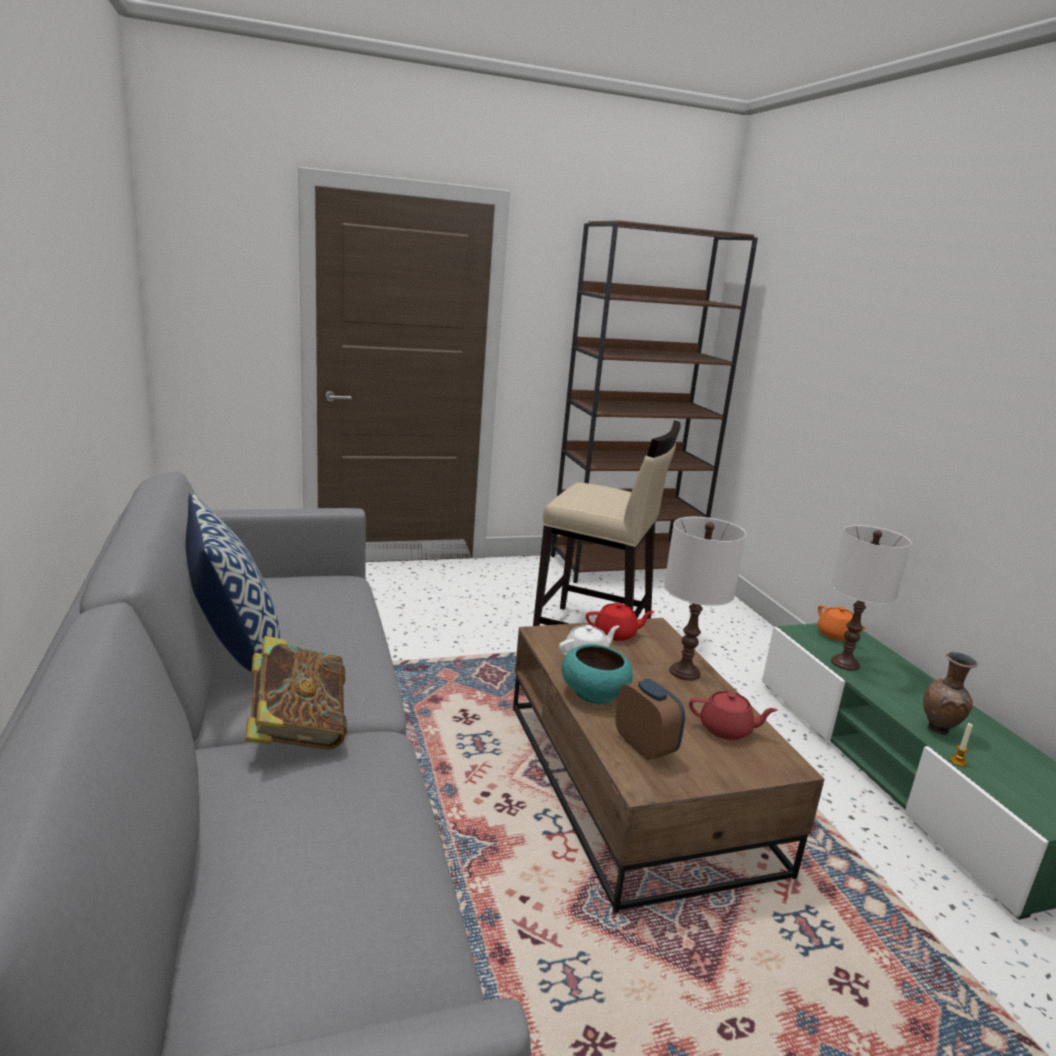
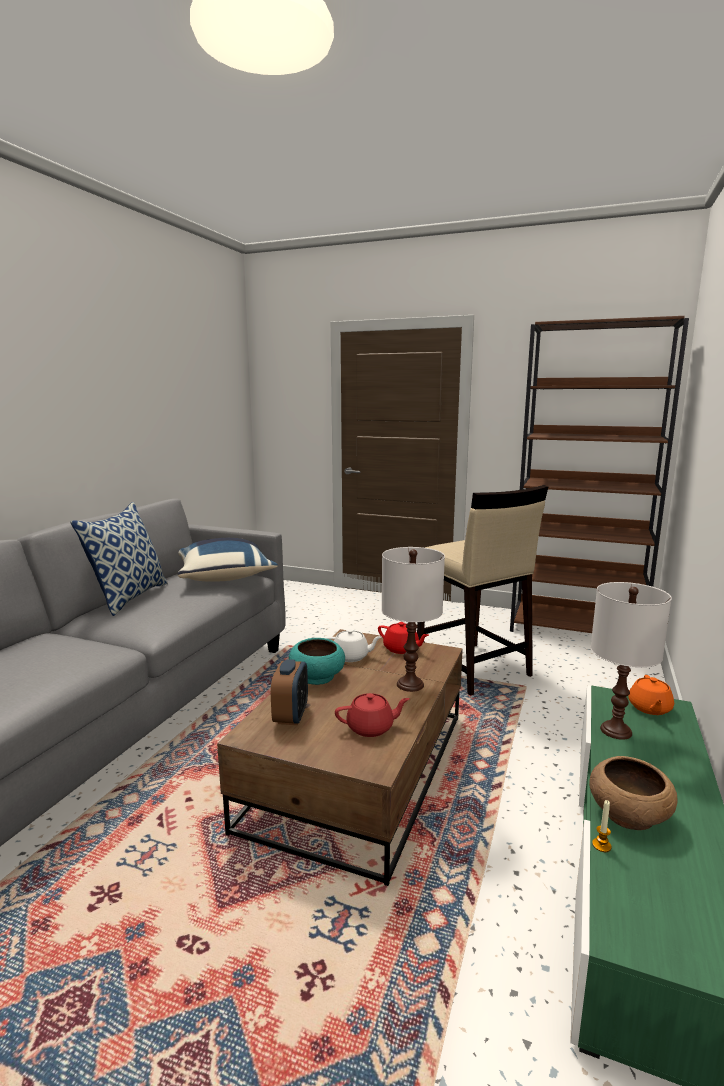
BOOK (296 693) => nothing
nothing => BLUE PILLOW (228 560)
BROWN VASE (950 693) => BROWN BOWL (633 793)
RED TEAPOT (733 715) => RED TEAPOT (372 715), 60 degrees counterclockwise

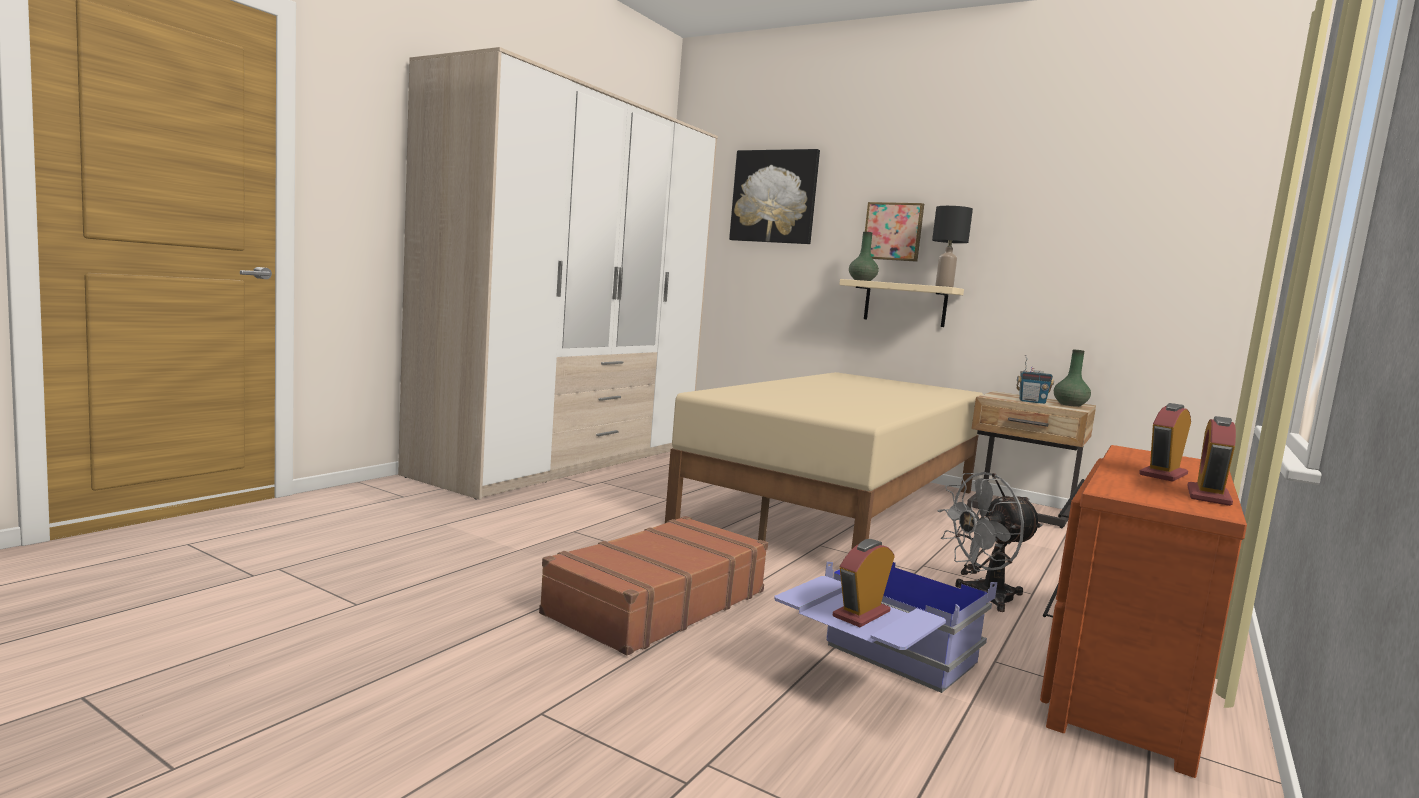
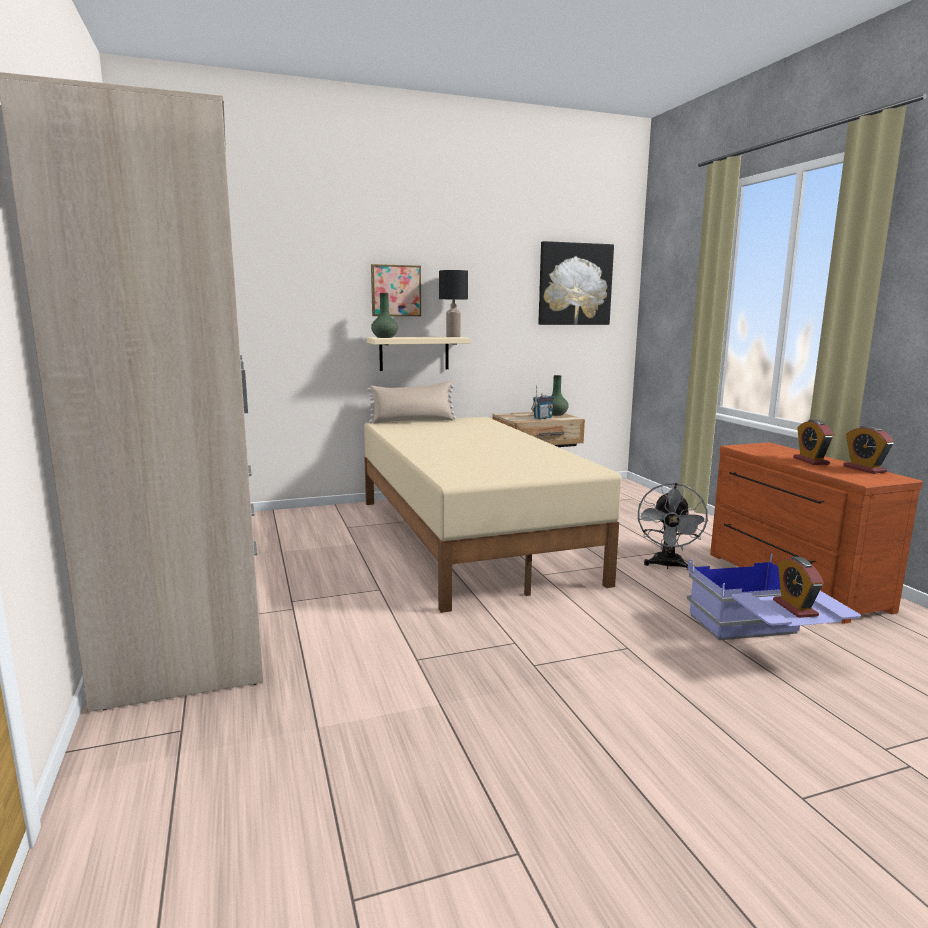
BROWN SUITCASE (653 585) => nothing
nothing => BEIGE PILLOW (411 402)
PICTURE (774 196) => PICTURE (576 283), relocated

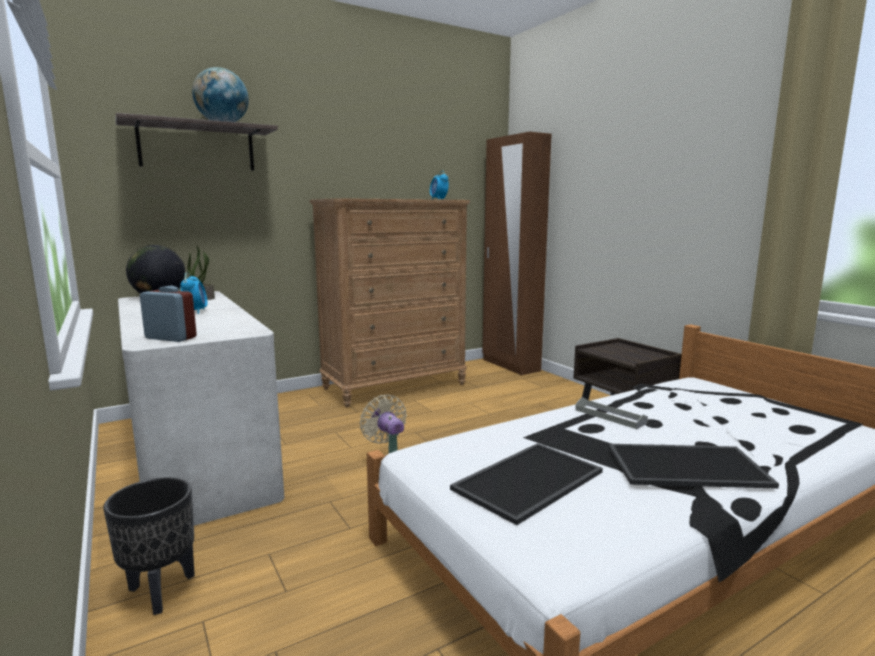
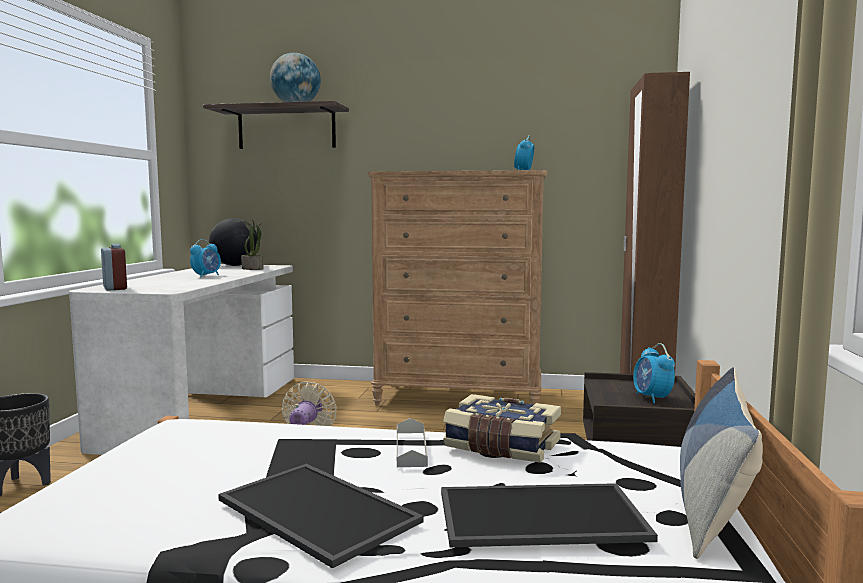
nothing => BOOK (502 428)
nothing => ALARM CLOCK (654 373)
nothing => PILLOW (721 463)
TRAY (526 484) => TRAY (549 515), relocated

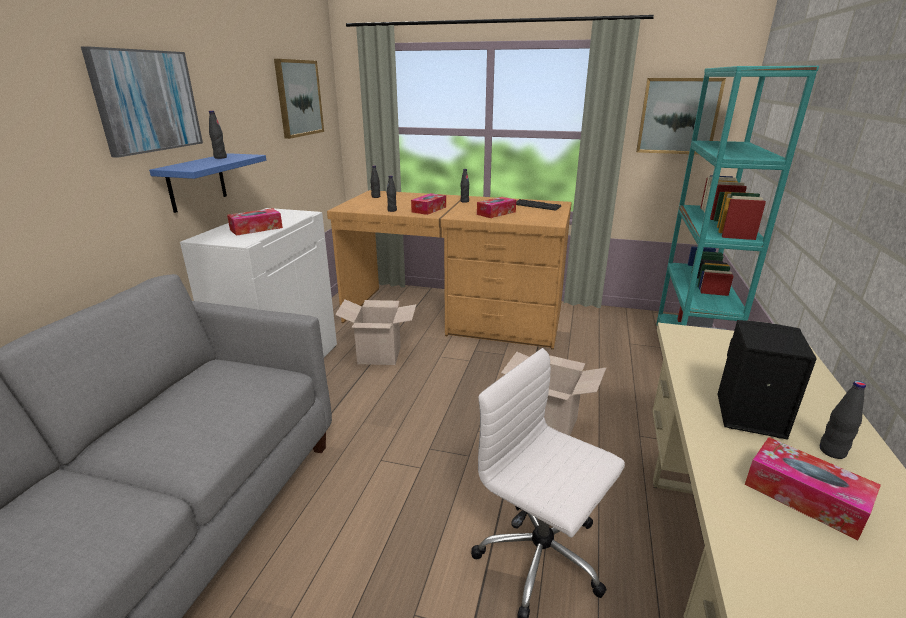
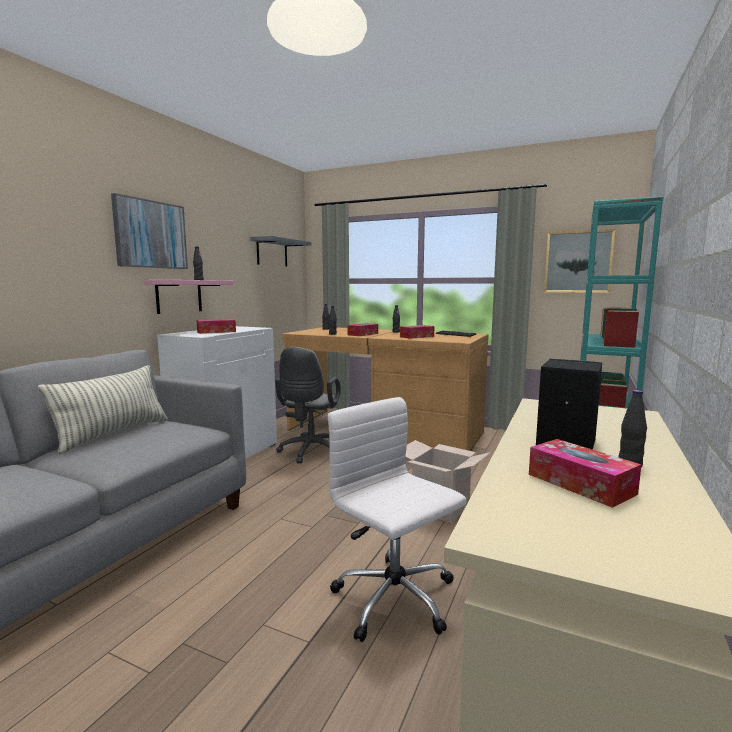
nothing => PILLOW (103 409)
PICTURE (299 99) => GREY SHELF (280 251)
CARDBOARD BOX (375 332) => GREY OFFICE CHAIR (308 405)
BLUE SHELF (207 183) => PINK SHELF (188 297)

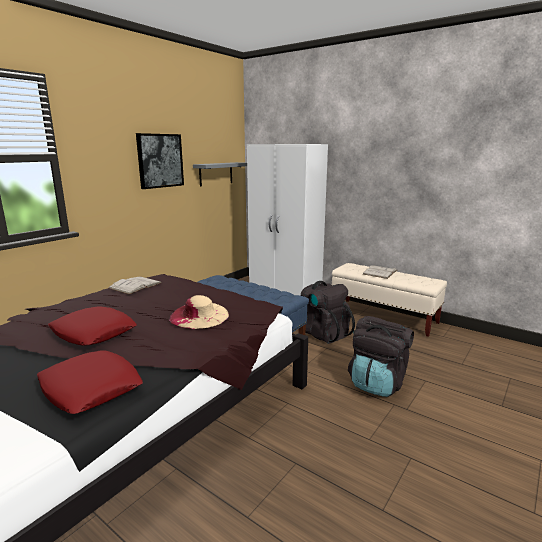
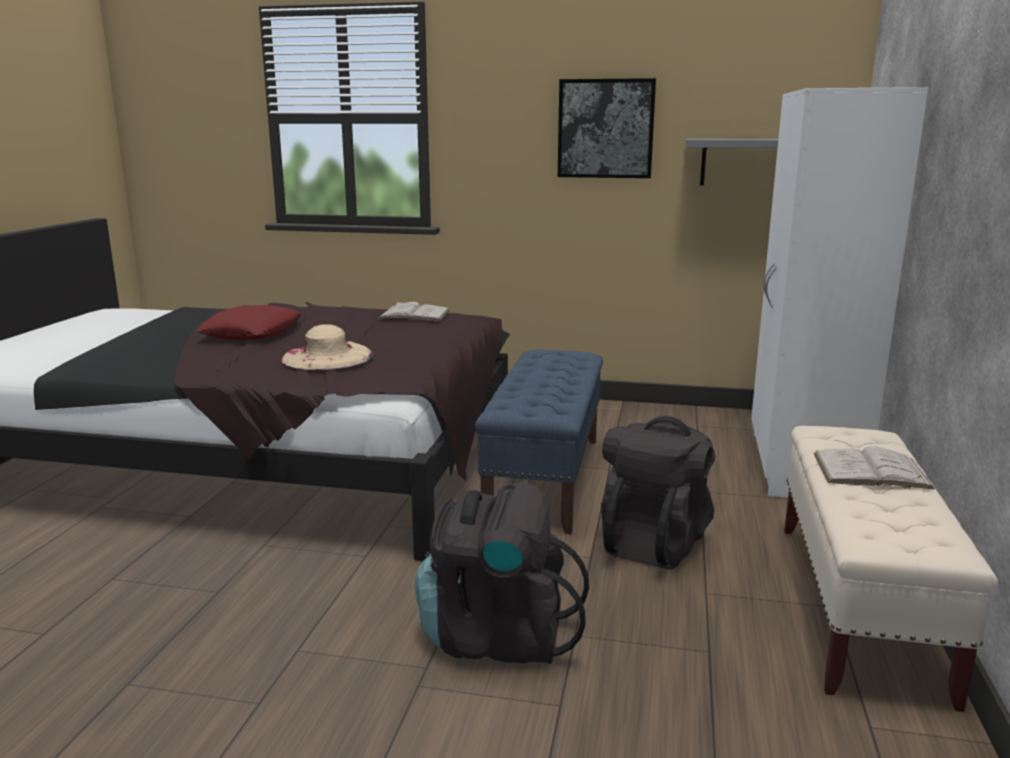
RED PILLOW (90 382) => nothing

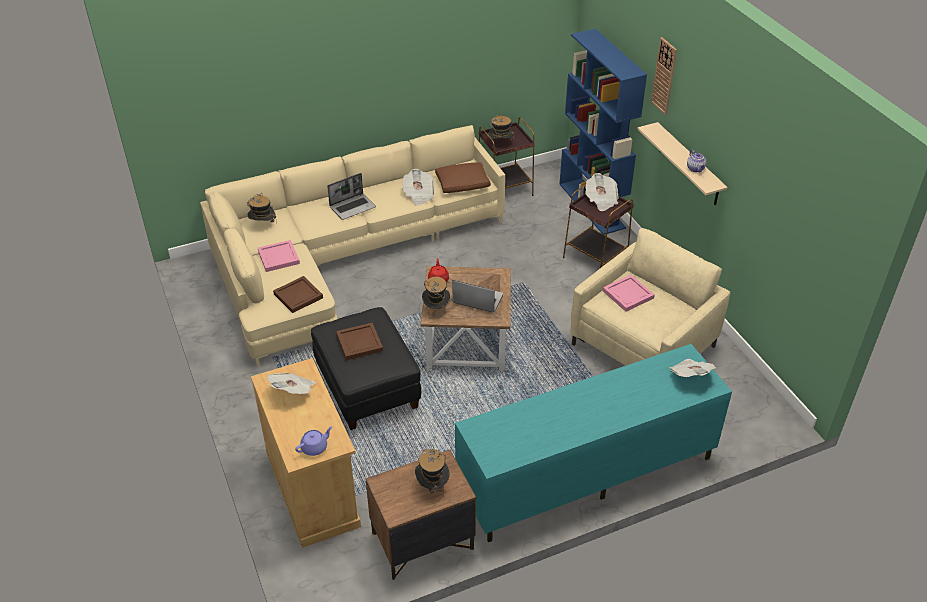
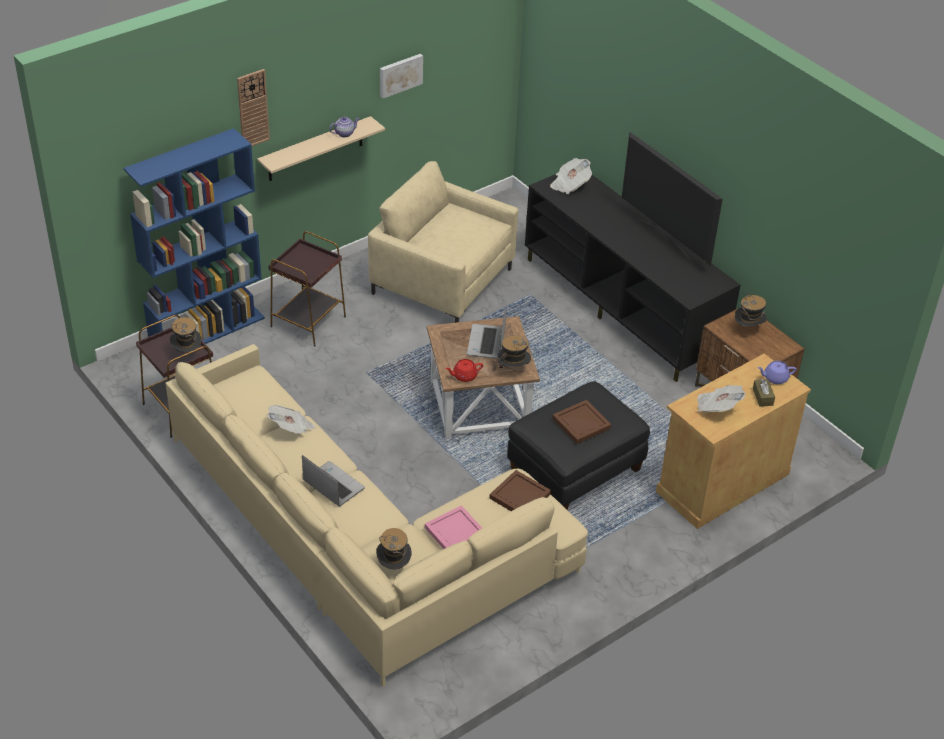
BROWN PILLOW (463 177) => nothing
NEWSPAPER (601 192) => nothing
PINK TRAY (629 293) => nothing
nothing => PICTURE (401 76)
nothing => TELEVISION (671 198)
nothing => BROWN TISSUE BOX (764 393)
TURQUOISE TV STAND (593 443) => BLACK TV STAND (632 278)
PURPLE TEAPOT (313 441) => PURPLE TEAPOT (777 372), 45 degrees counterclockwise

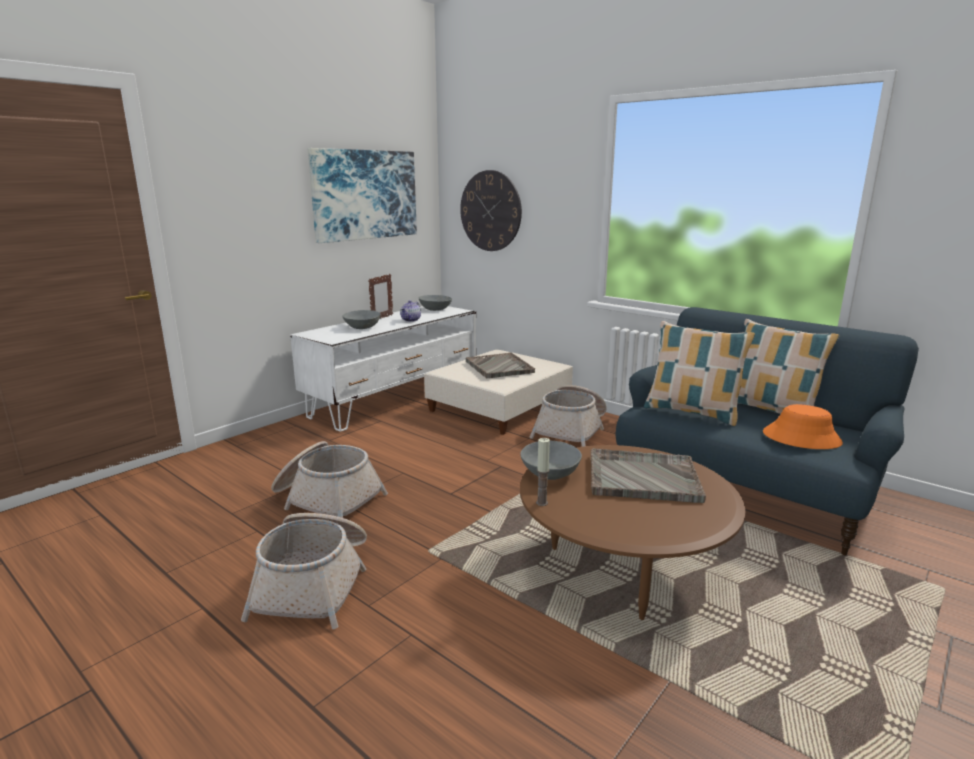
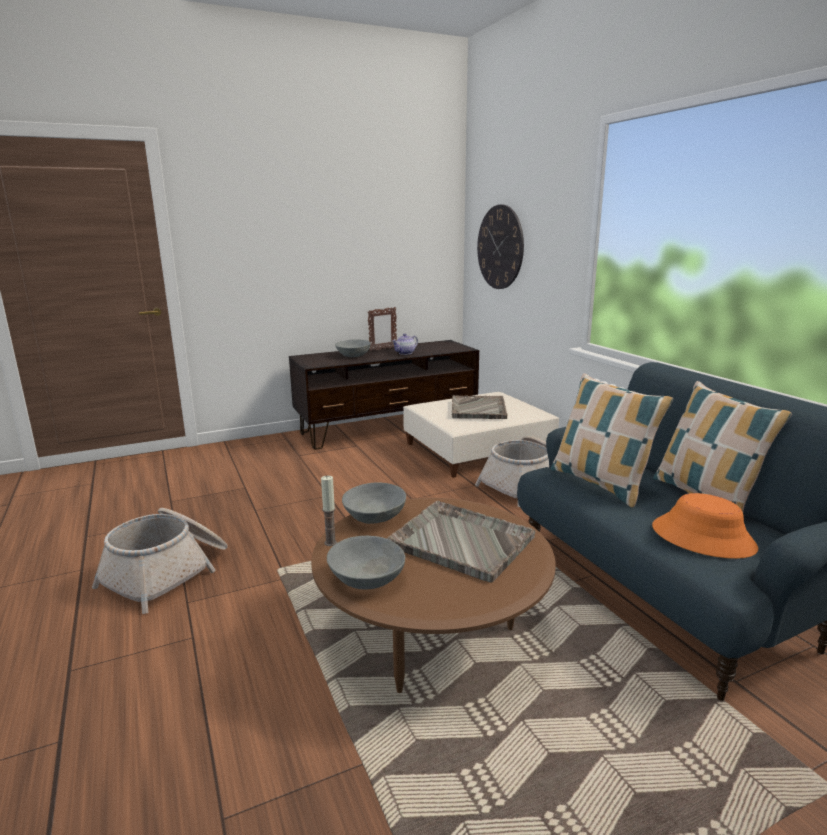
BASKET (329 479) => nothing
PICTURE (362 195) => nothing
GREY BOWL (435 303) => GREY BOWL (366 562), relocated
WHITE TV STAND (383 369) => BROWN TV STAND (384 395)

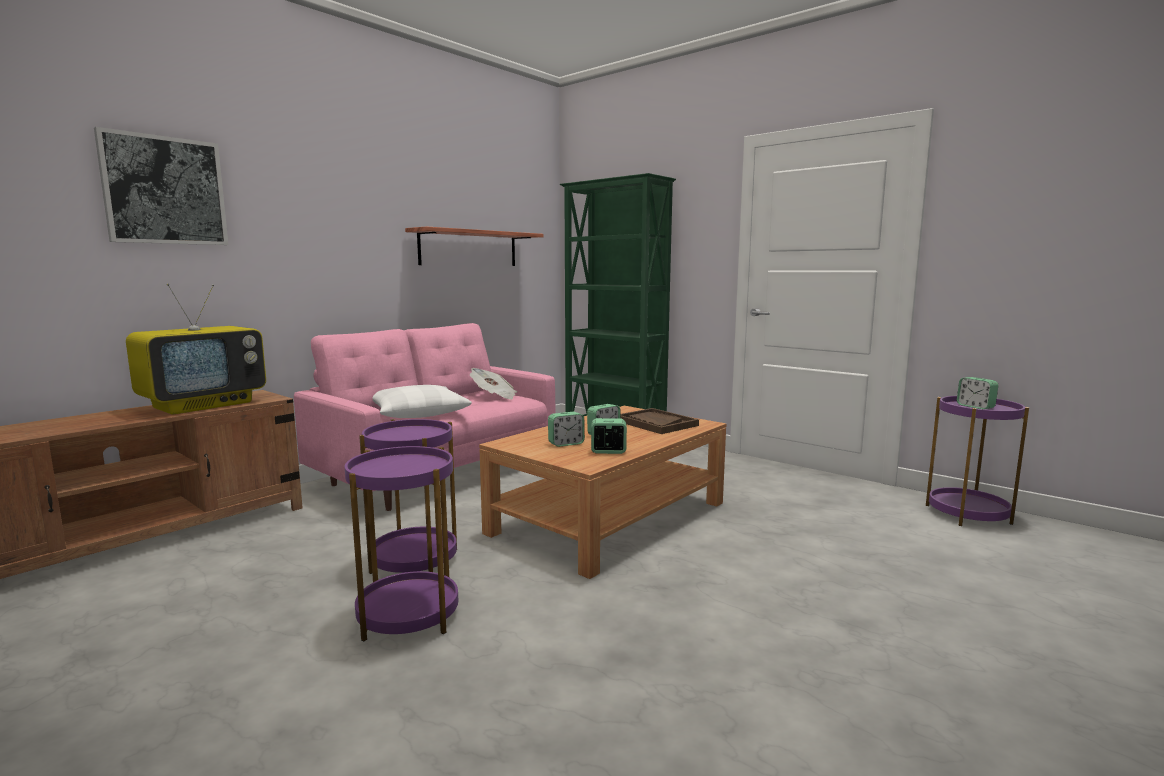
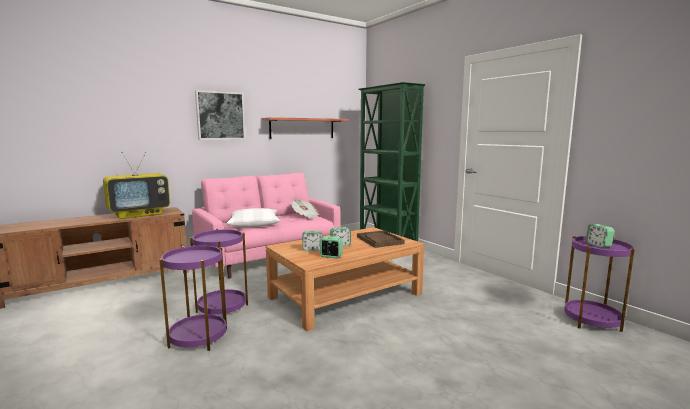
PICTURE (161 186) => PICTURE (220 115), relocated

